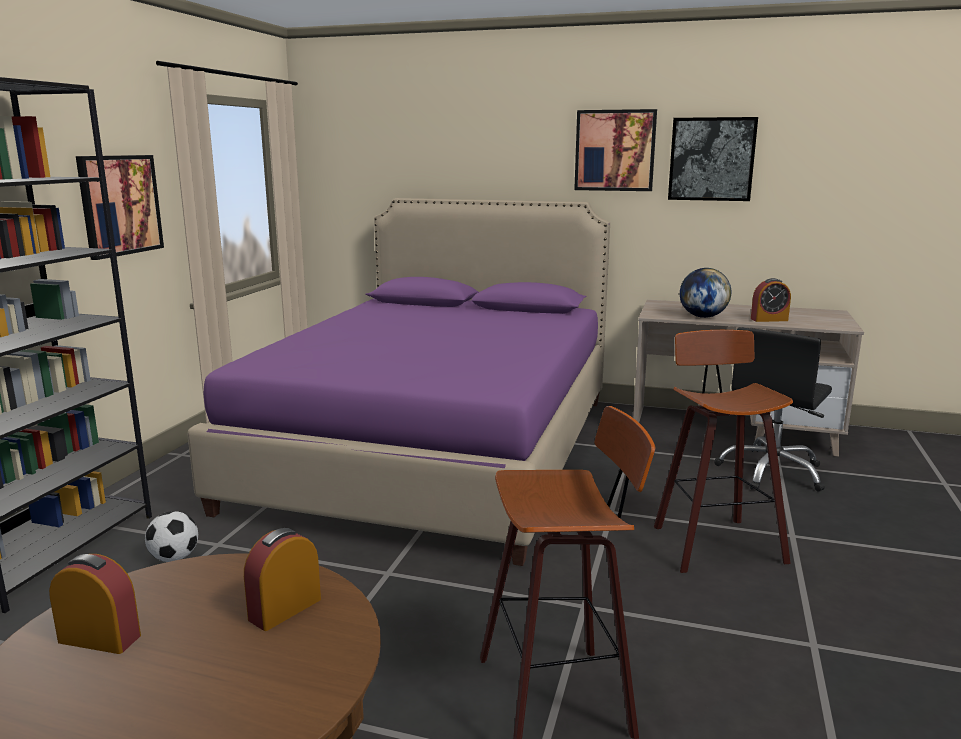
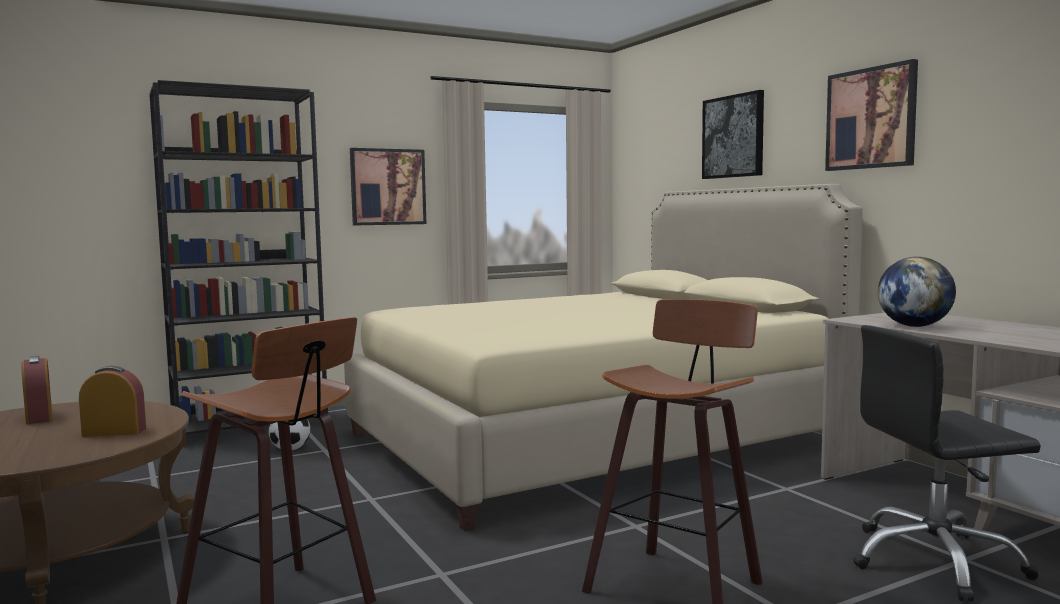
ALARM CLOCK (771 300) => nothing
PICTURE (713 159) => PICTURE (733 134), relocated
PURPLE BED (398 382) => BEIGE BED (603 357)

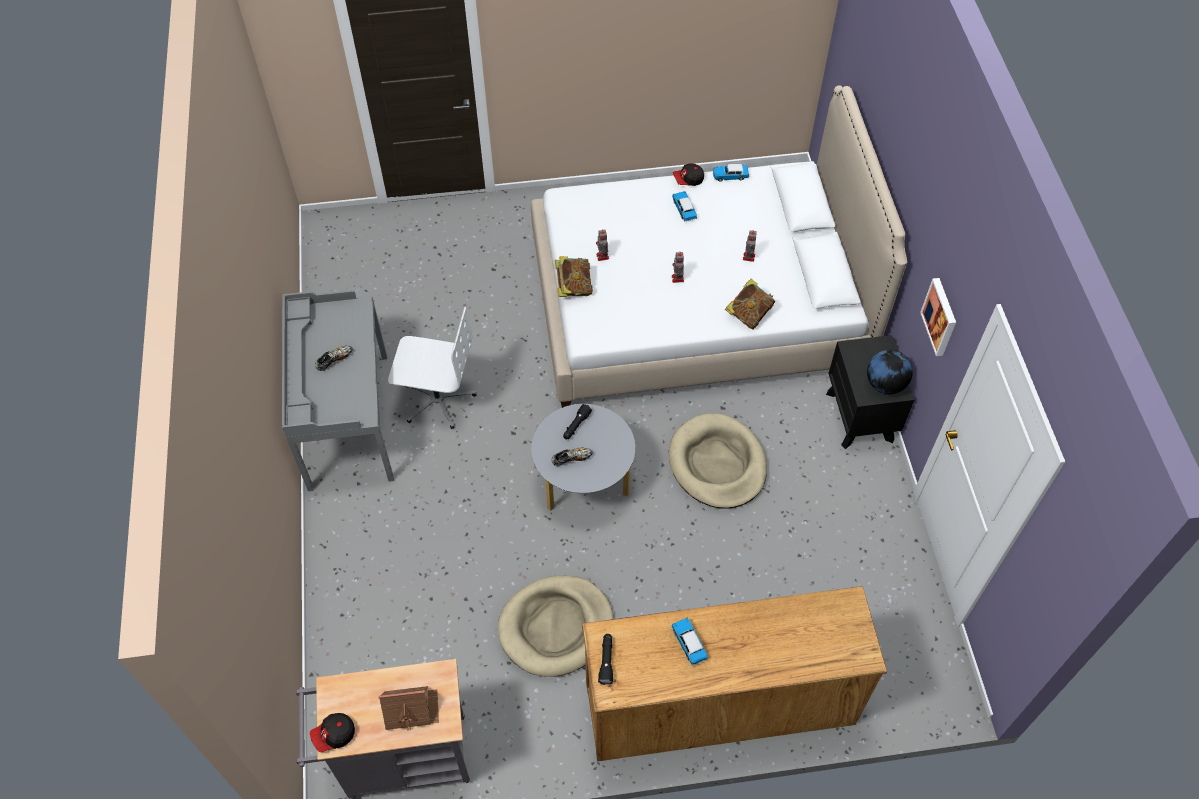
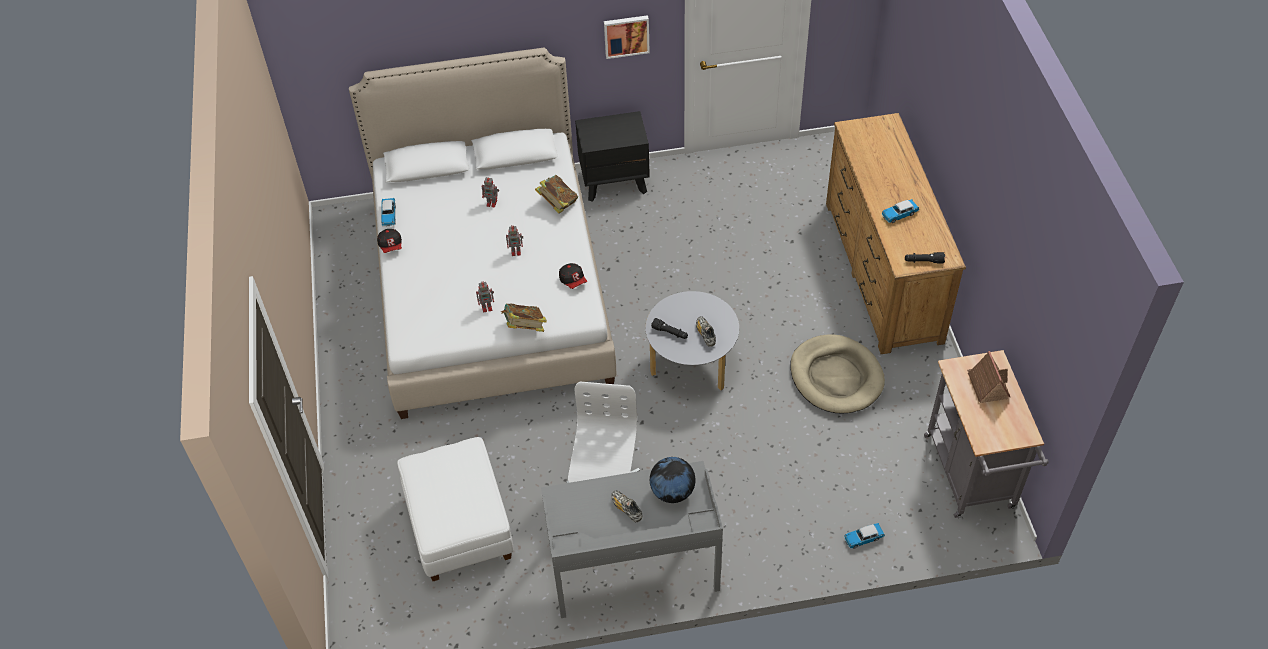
BEIGE DOG BED (718 461) => nothing
nothing => WHITE OTTOMAN (455 509)
CAP (332 732) => CAP (573 276), relocated
TOY CAR (684 206) => TOY CAR (864 536), relocated
GLOBE (890 372) => GLOBE (673 480), relocated

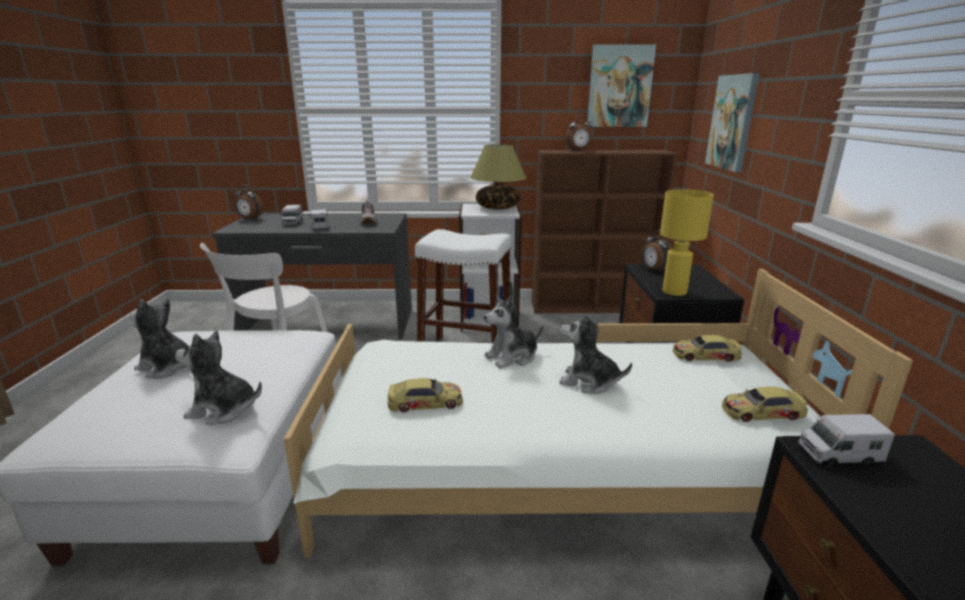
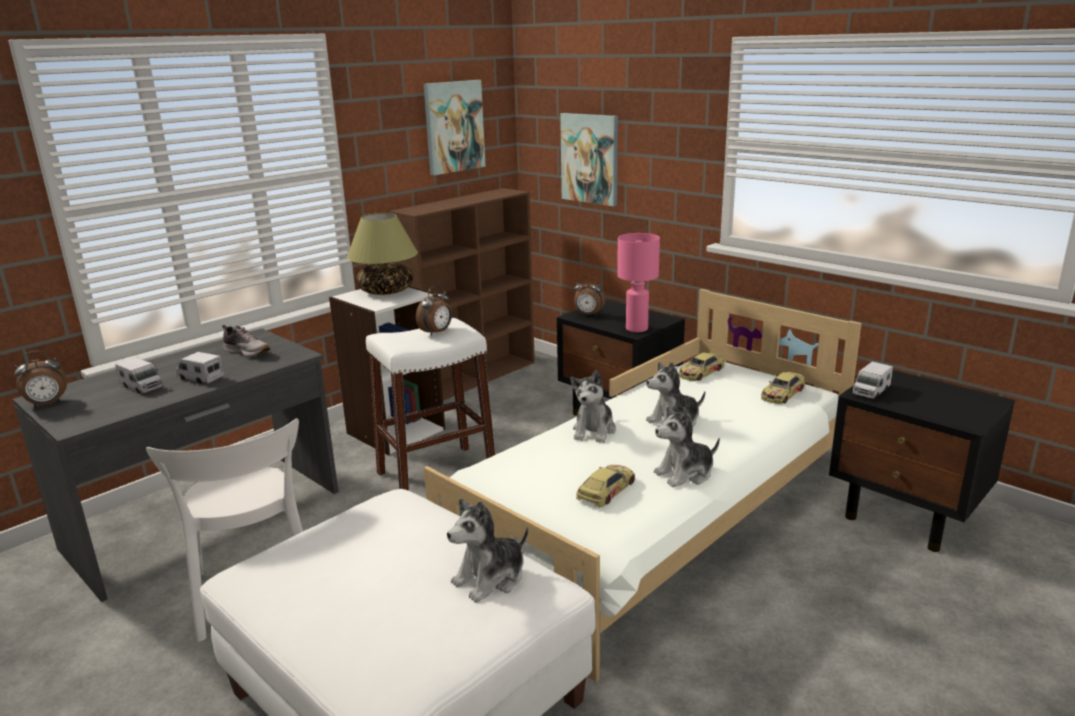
PLUSH TOY (160 338) => PLUSH TOY (687 446), relocated
ALARM CLOCK (579 133) => ALARM CLOCK (434 311), relocated
YELLOW TABLE LAMP (687 242) => PINK TABLE LAMP (638 282)

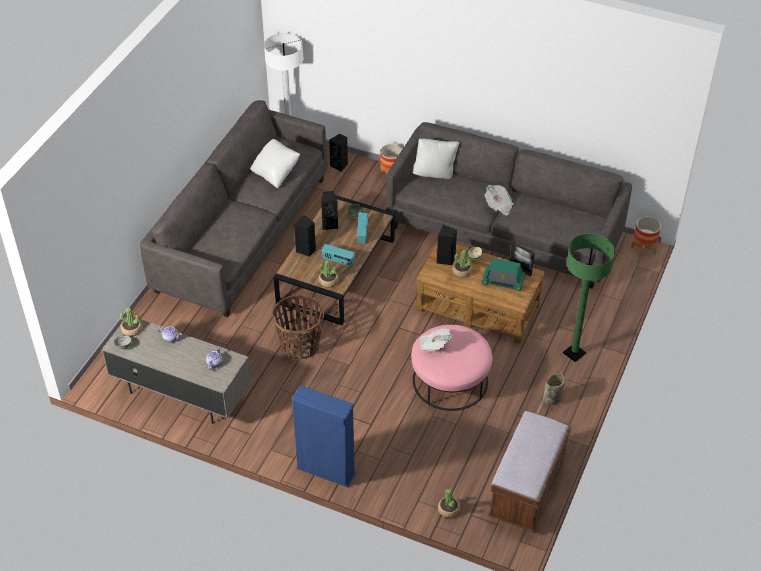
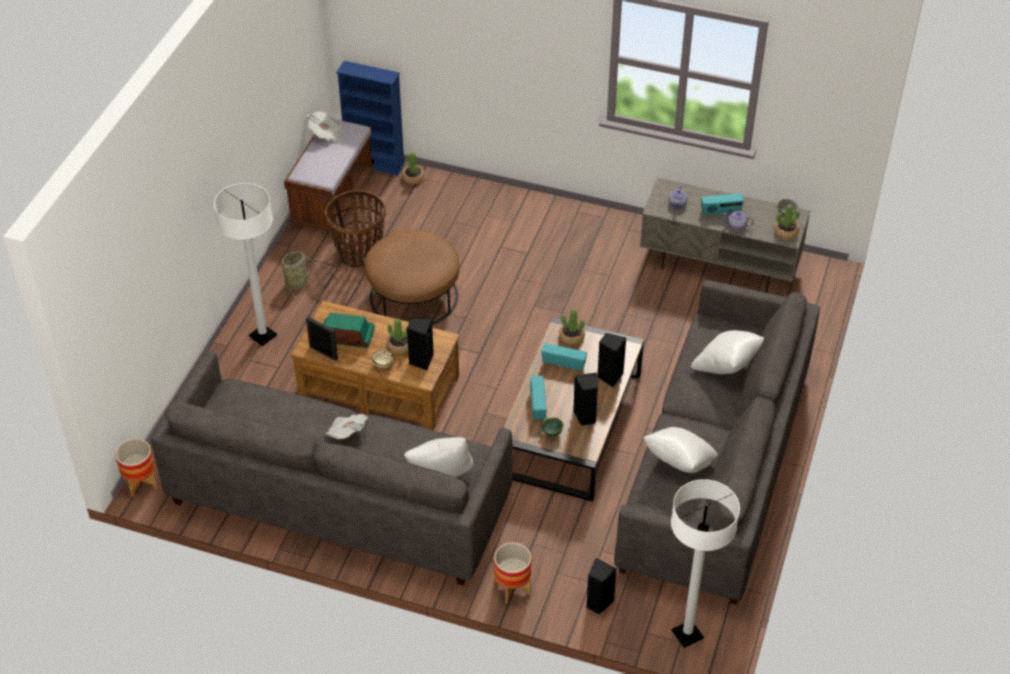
nothing => WHITE PILLOW (727 352)
nothing => RADIO (722 204)
BASKET (298 327) => BASKET (355 228), relocated
BLUE BOOKCASE (323 436) => BLUE BOOKCASE (370 118), relocated
NEWSPAPER (436 339) => NEWSPAPER (325 127), relocated
PINK OTTOMAN (452 368) => BROWN OTTOMAN (412 277)
GREEN FLOOR LAMP (589 297) => WHITE FLOOR LAMP (245 264)

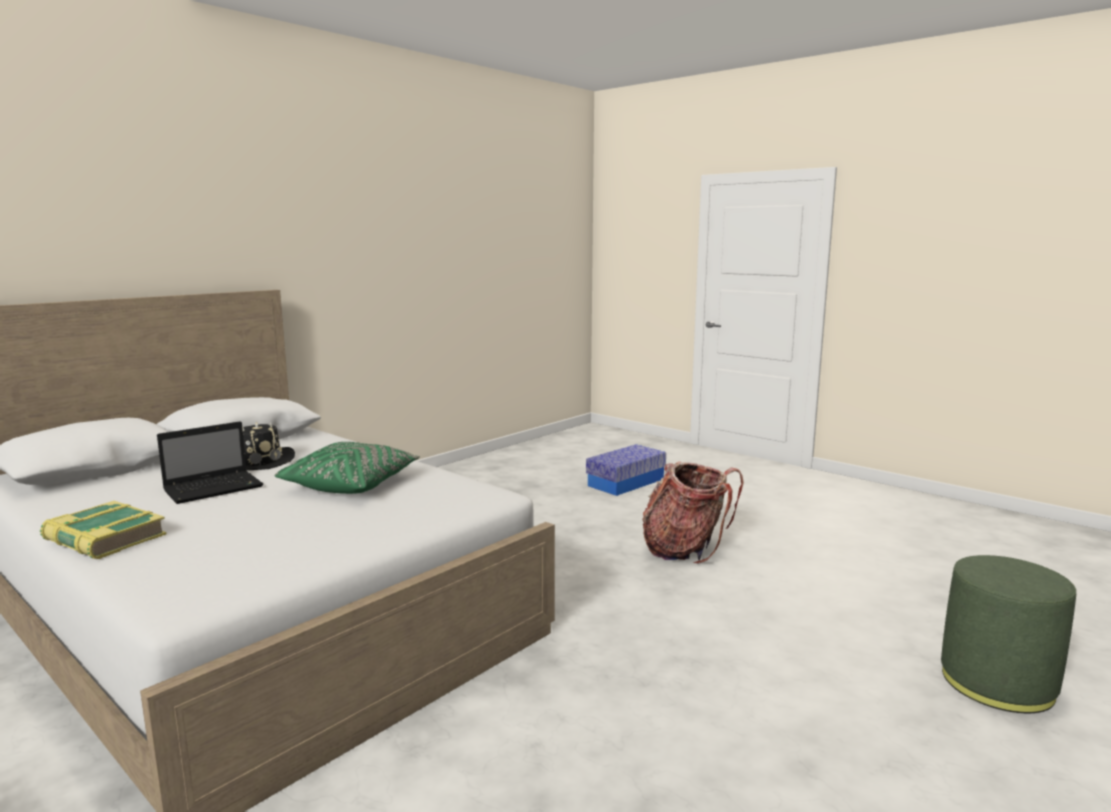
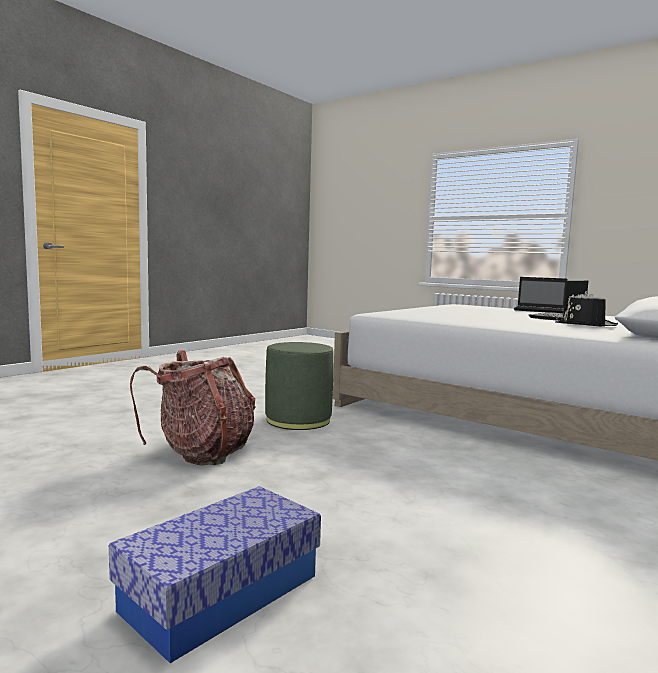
GREEN PILLOW (347 468) => nothing
GREEN OTTOMAN (1008 634) => GREEN OTTOMAN (299 386), relocated
BOOK (103 530) => LAPTOP (540 295)

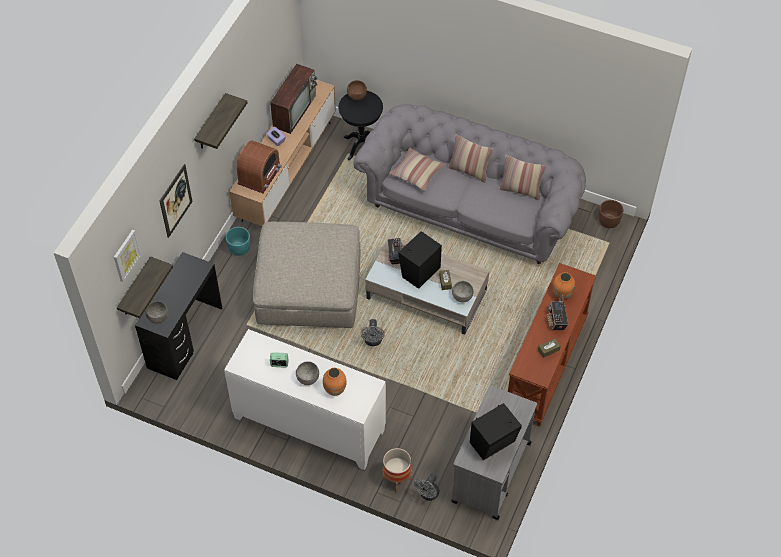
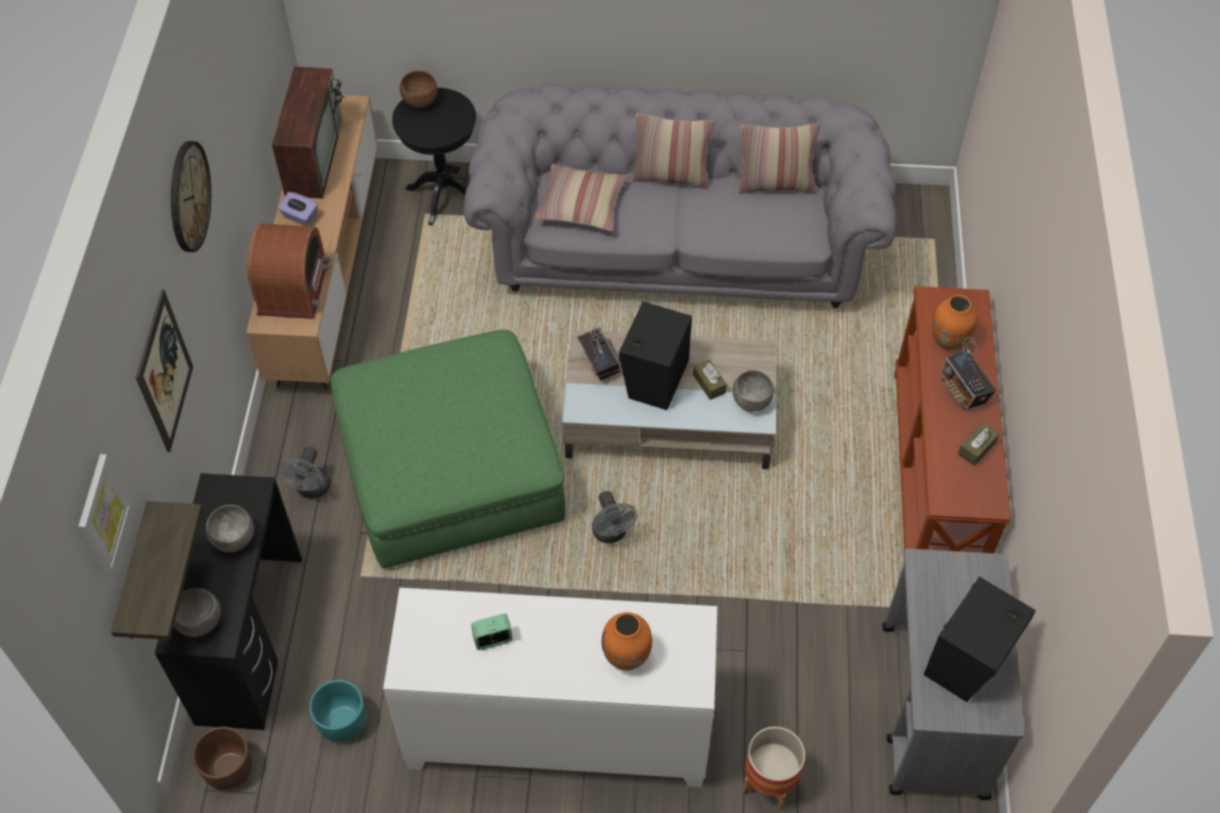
TURQUOISE PLANTER (238 241) => TURQUOISE PLANTER (337 711), relocated
GREY BOWL (307 373) => GREY BOWL (230 528), relocated
GREY FAN (426 487) => GREY FAN (304 472), relocated
BROWN PLANTER (611 214) => BROWN PLANTER (222 758), relocated
SHELF (220 121) => WALL CLOCK (191 196)
BEIGE OTTOMAN (306 275) => GREEN OTTOMAN (448 448)

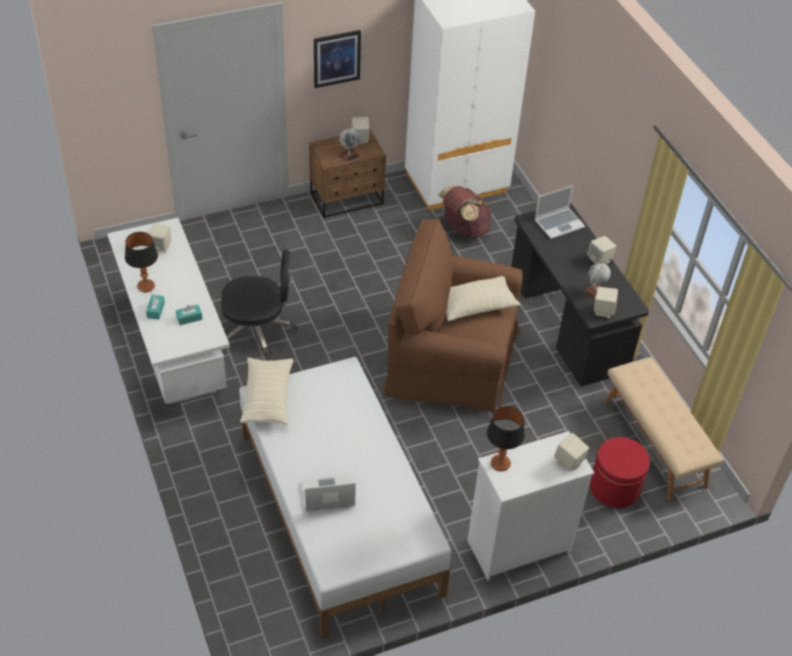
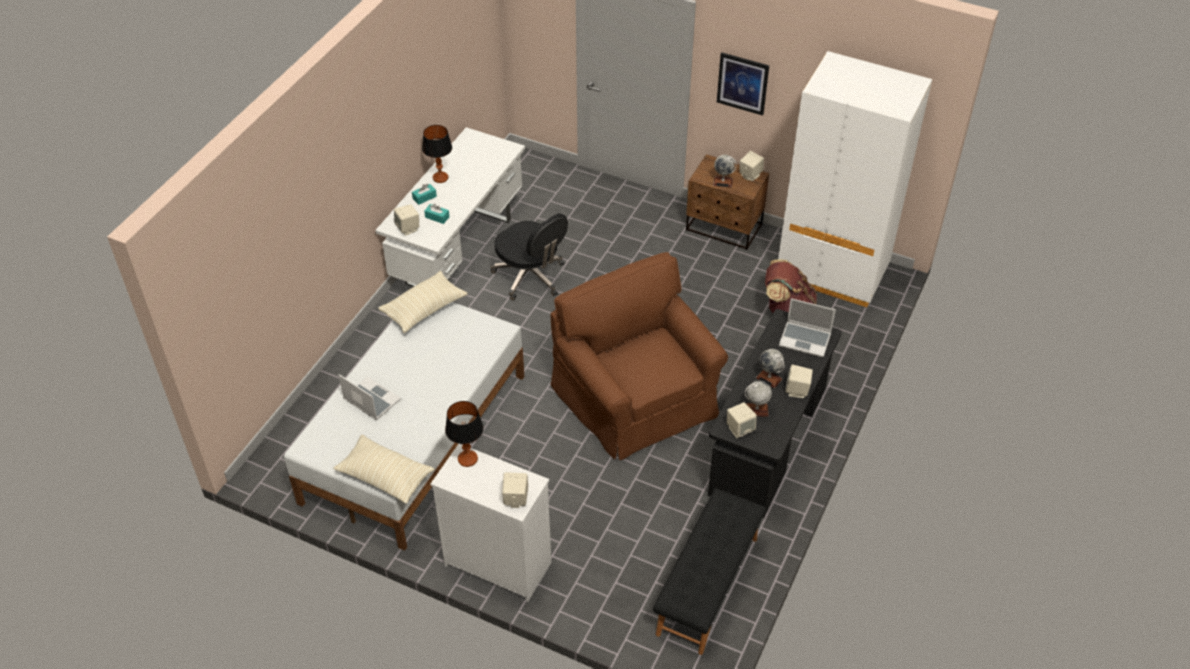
RED OTTOMAN (620 472) => nothing
nothing => GLOBE (770 368)
BEIGE SPEAKER (159 239) => BEIGE SPEAKER (406 220), relocated
BEIGE PILLOW (483 298) => BEIGE PILLOW (383 469), relocated
BEIGE BENCH (663 429) => BLACK BENCH (709 572)

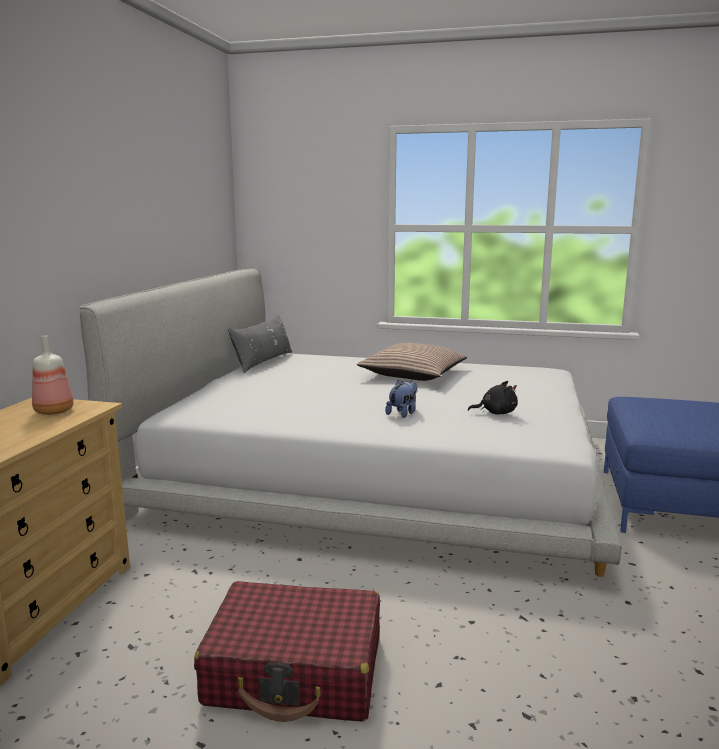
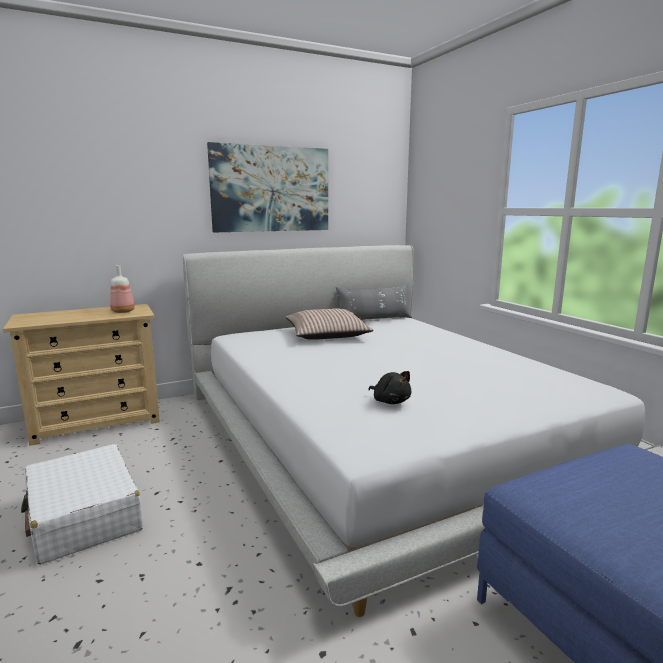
PLUSH TOY (401 399) => nothing
nothing => PICTURE (267 187)
PILLOW (412 362) => PILLOW (329 324), relocated
RED SUITCASE (287 651) => WHITE SUITCASE (82 504)

